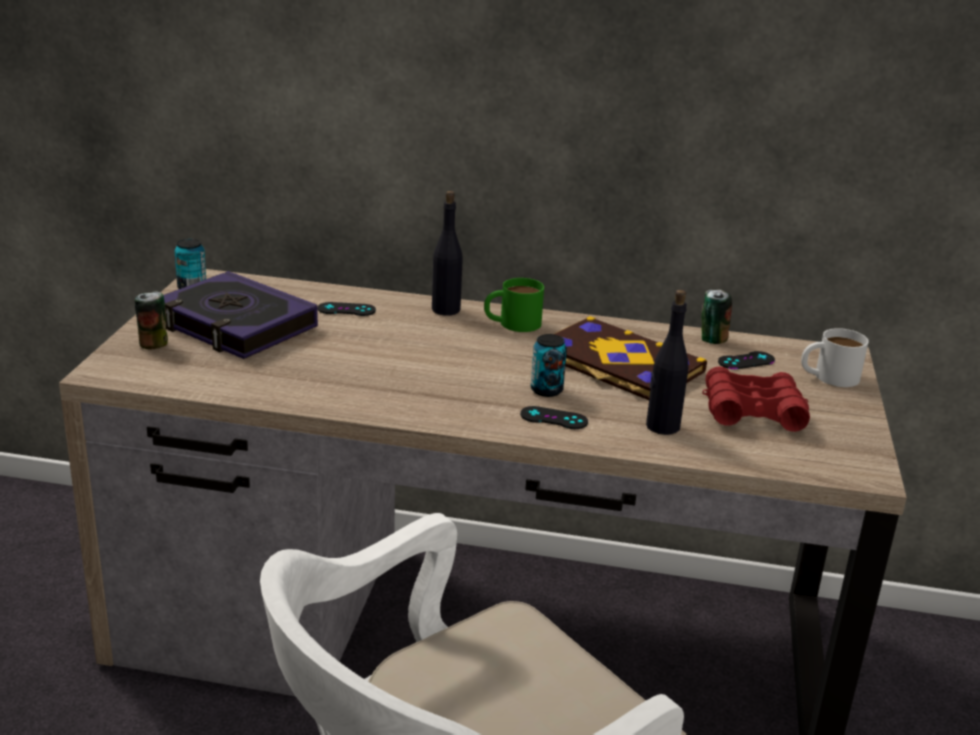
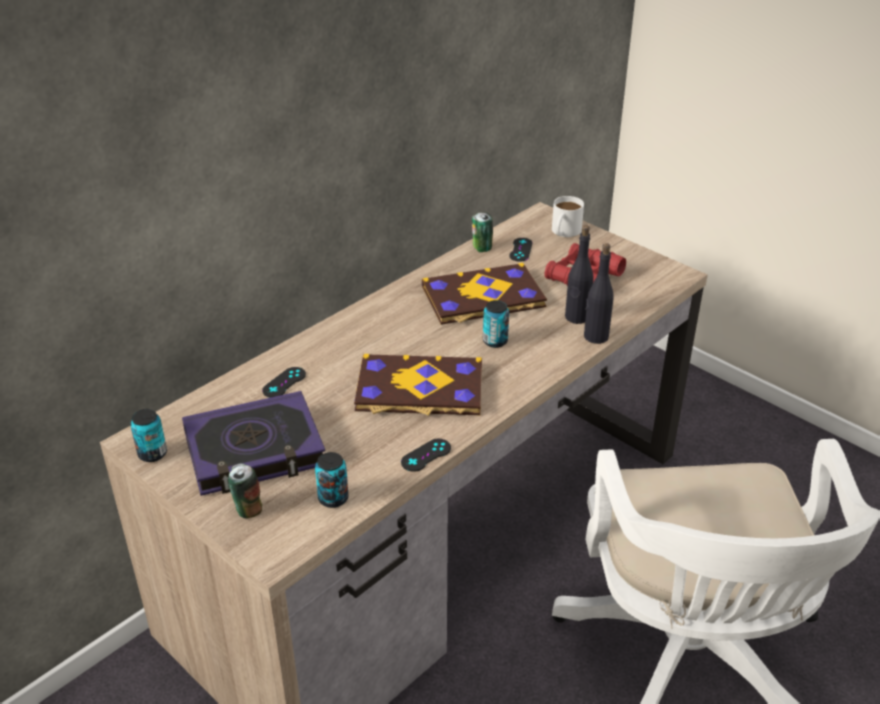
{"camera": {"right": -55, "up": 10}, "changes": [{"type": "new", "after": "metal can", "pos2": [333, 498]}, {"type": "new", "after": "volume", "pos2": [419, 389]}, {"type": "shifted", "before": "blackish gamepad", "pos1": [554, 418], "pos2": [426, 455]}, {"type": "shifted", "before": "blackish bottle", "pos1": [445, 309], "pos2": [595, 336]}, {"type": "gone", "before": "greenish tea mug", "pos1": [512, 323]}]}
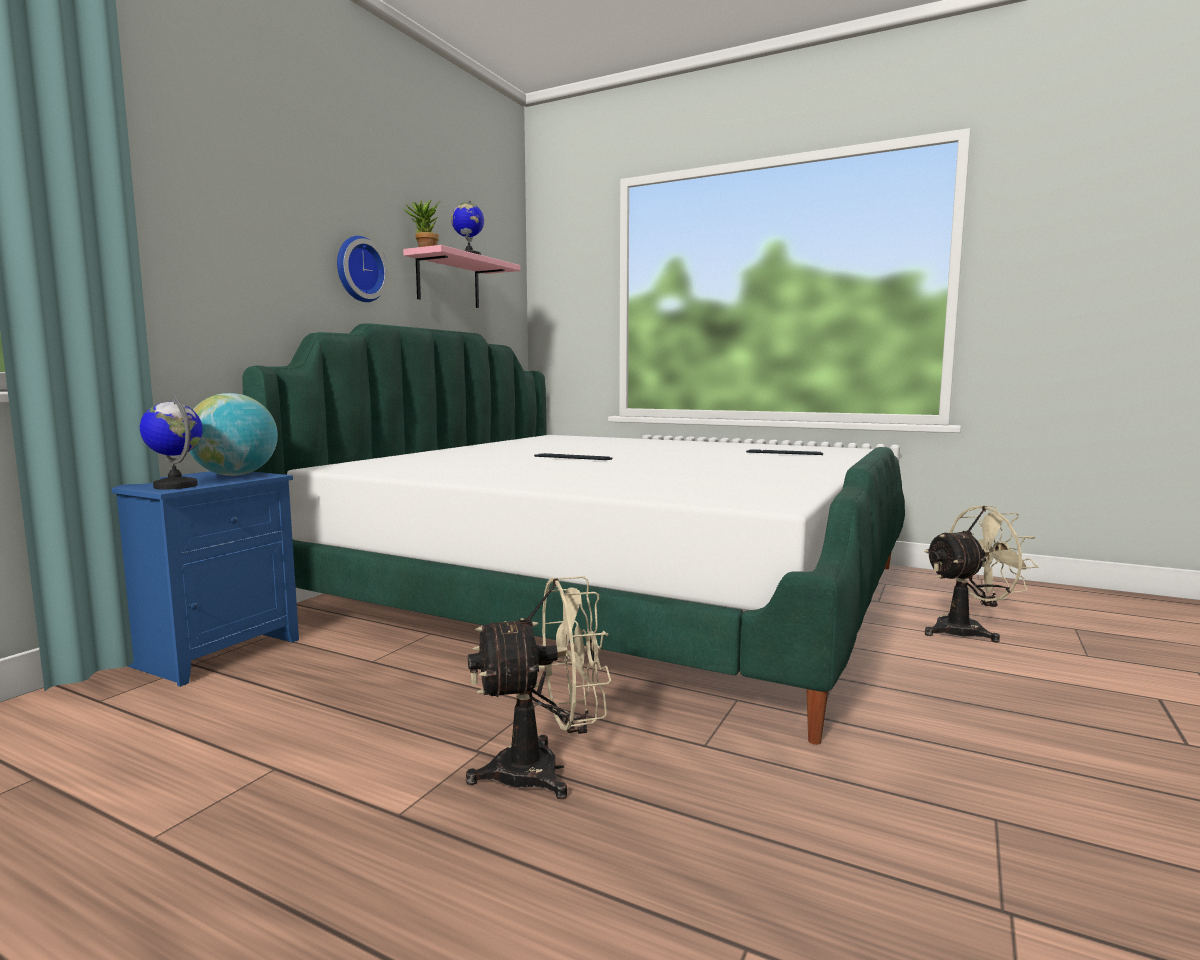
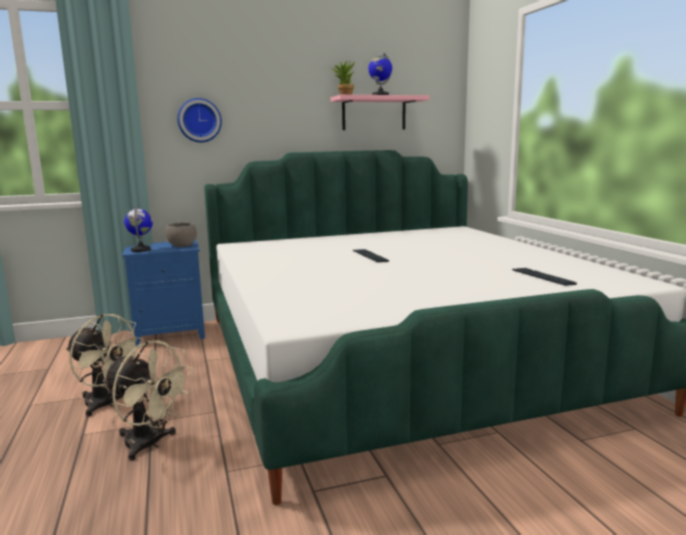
{"camera": {"right": 45, "up": 5}, "changes": [{"type": "shifted", "before": "beige fan", "pos1": [968, 630], "pos2": [107, 404]}, {"type": "swapped", "before": "globe", "after": "grey deep dish", "pos1": [235, 475], "pos2": [181, 245]}, {"type": "shifted", "before": "clock on the wall", "pos1": [358, 269], "pos2": [199, 120]}]}
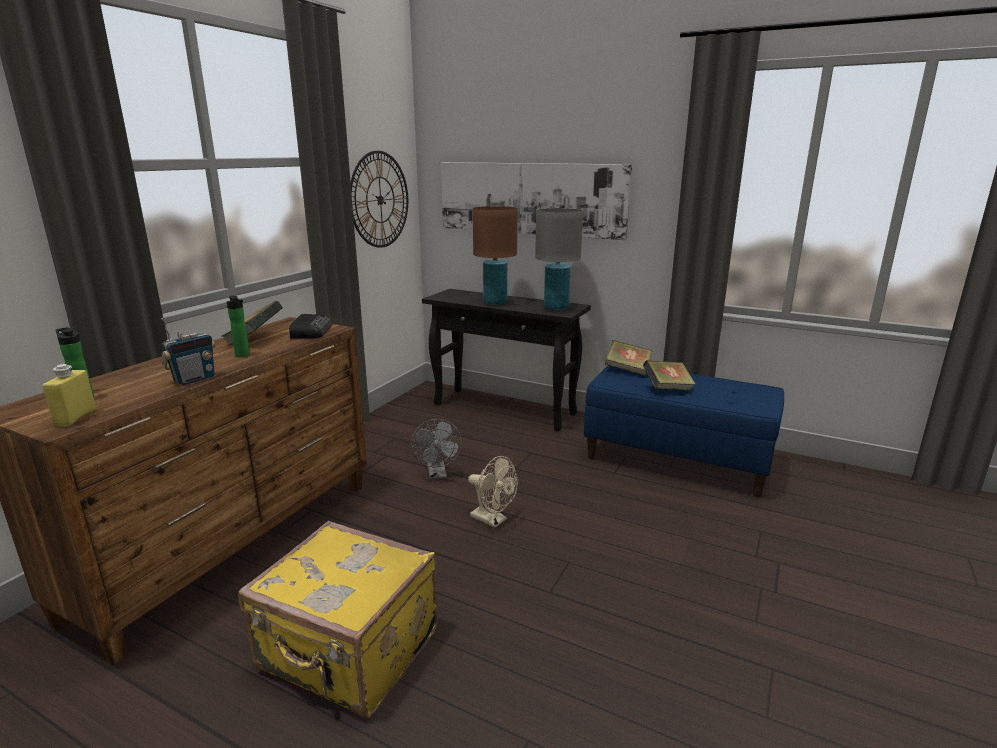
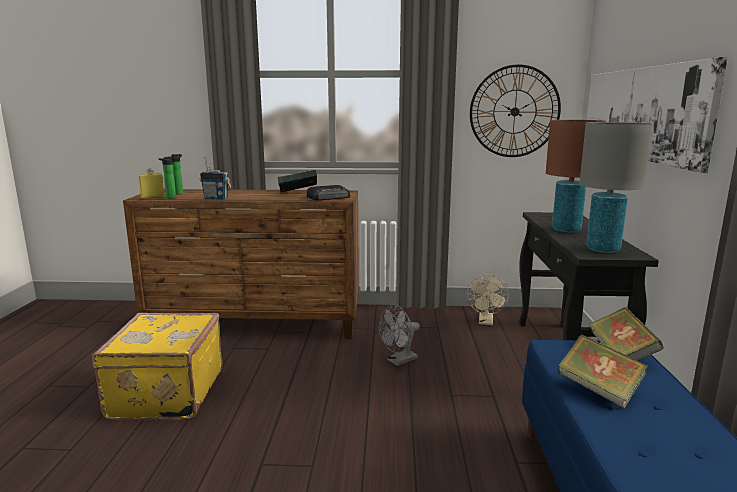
{"camera": {"right": 65, "up": -5}, "changes": [{"type": "shifted", "before": "bottle", "pos1": [243, 355], "pos2": [170, 198]}, {"type": "shifted", "before": "beige fan", "pos1": [493, 520], "pos2": [486, 322]}]}
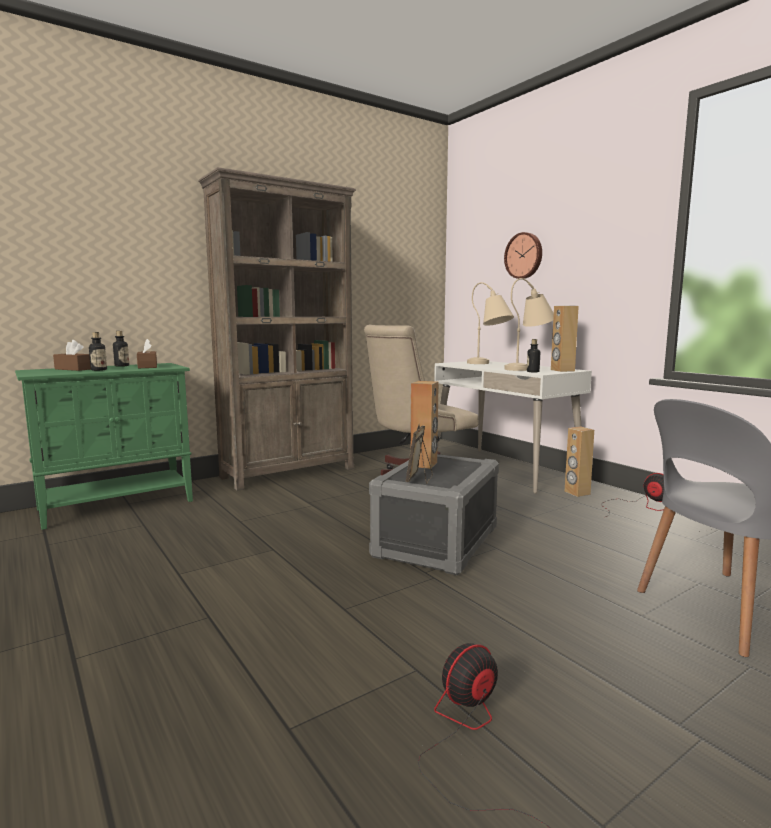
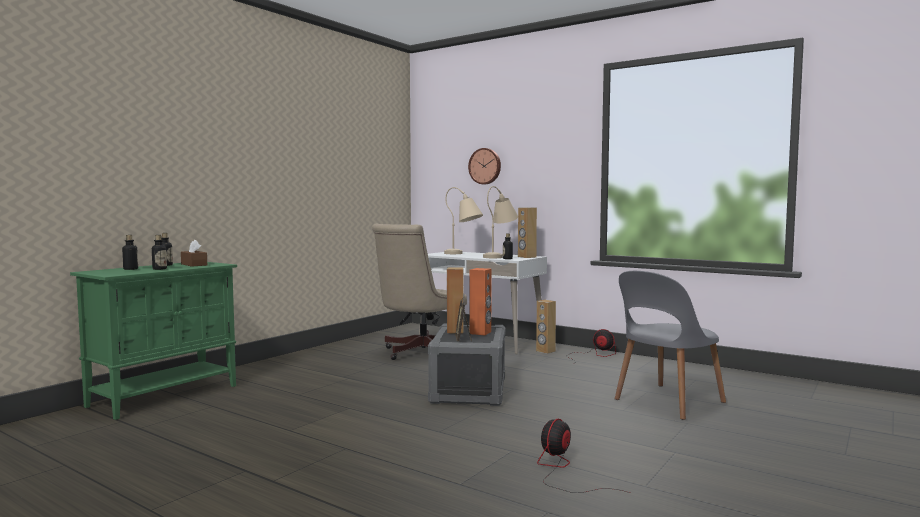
{"camera": {"right": -20, "up": -5}, "changes": [{"type": "swapped", "before": "brownish tissue box", "after": "bottle", "pos1": [74, 369], "pos2": [130, 269]}, {"type": "new", "after": "orange audio speaker", "pos2": [480, 333]}, {"type": "gone", "before": "brownish shelving unit", "pos1": [289, 473]}]}
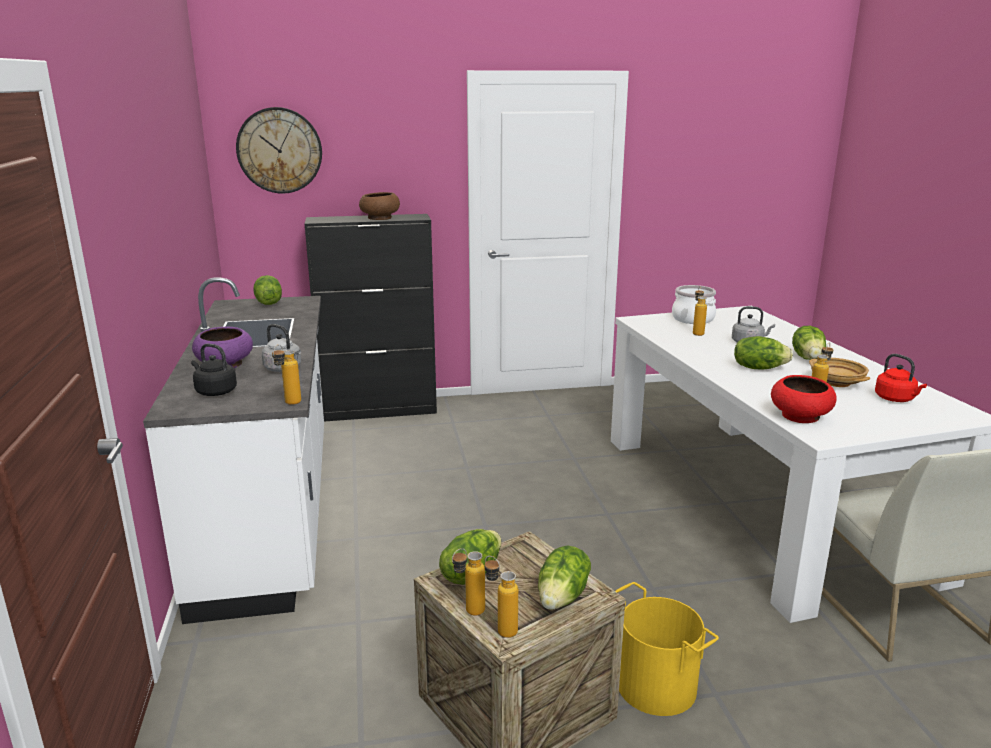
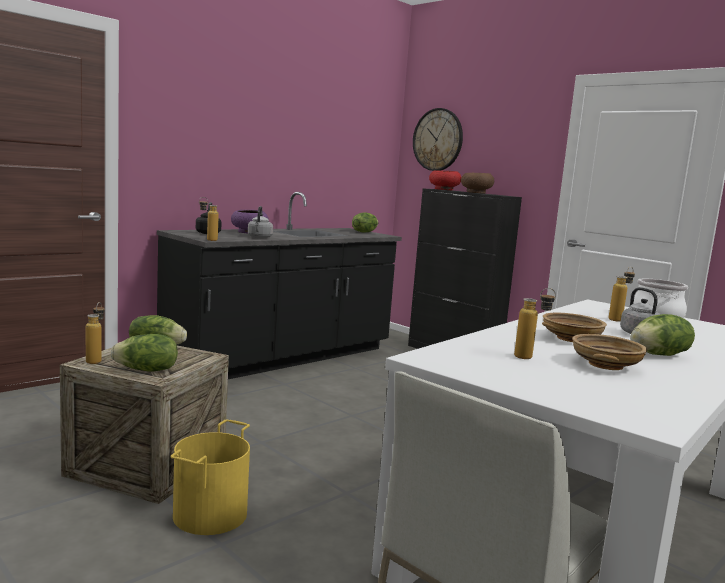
{"camera": {"right": 55, "up": -10}, "changes": [{"type": "repainted", "before": "white kitchen base unit", "after": "blackish kitchen base unit", "pos1": [271, 513], "pos2": [283, 359]}, {"type": "shifted", "before": "reddish deep dish", "pos1": [800, 416], "pos2": [444, 189]}, {"type": "swapped", "before": "lettuce head", "after": "beige deep dish", "pos1": [759, 368], "pos2": [571, 338]}, {"type": "gone", "before": "bottle", "pos1": [468, 613]}, {"type": "gone", "before": "reddish kettle", "pos1": [896, 399]}]}
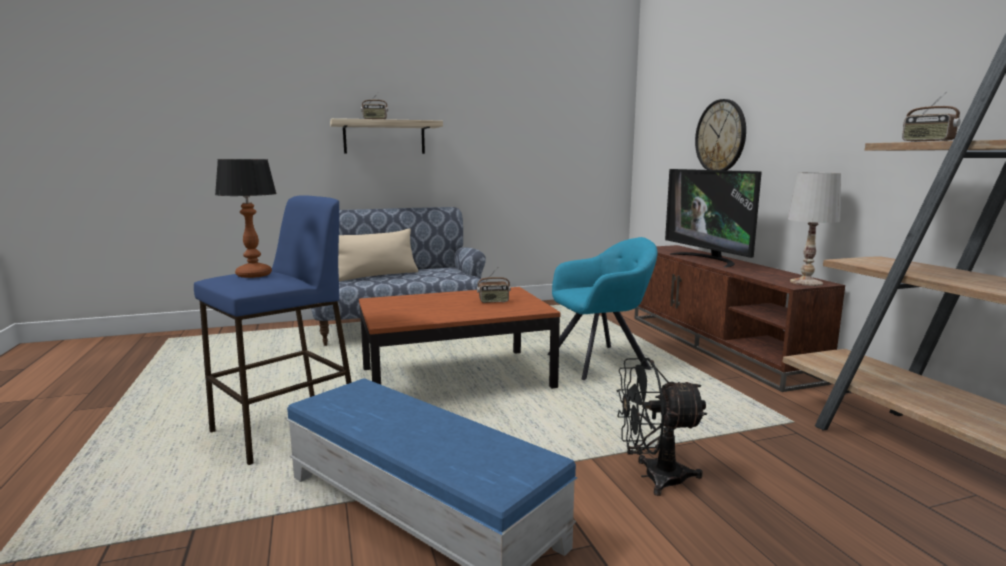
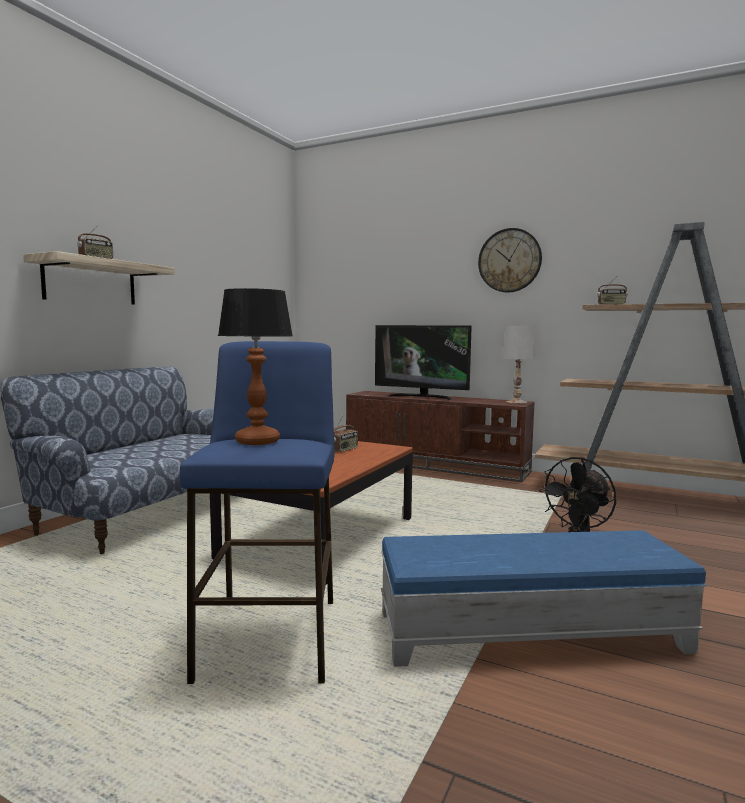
{"camera": {"right": -45, "up": -5}, "changes": [{"type": "shifted", "before": "clock on the wall", "pos1": [720, 136], "pos2": [509, 260]}, {"type": "gone", "before": "beige throw pillow", "pos1": [376, 276]}, {"type": "gone", "before": "blue-green lounge chair", "pos1": [601, 361]}]}
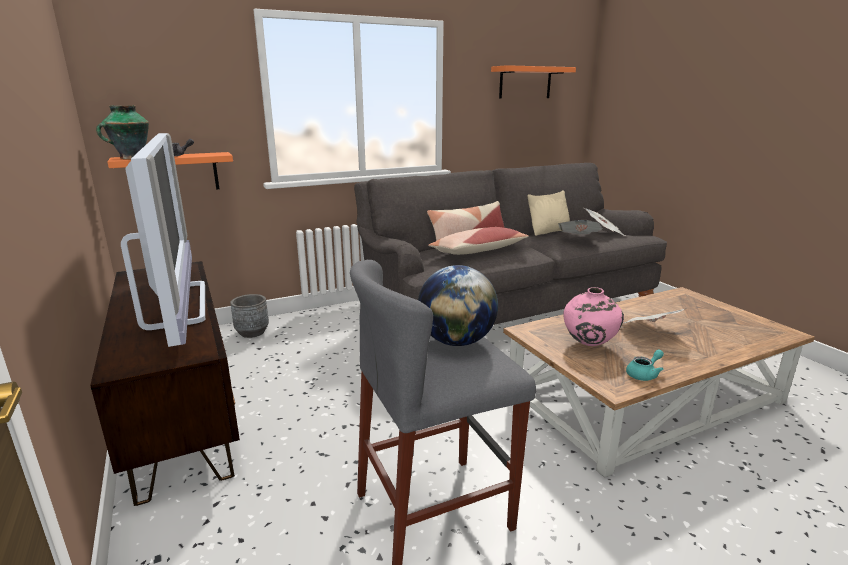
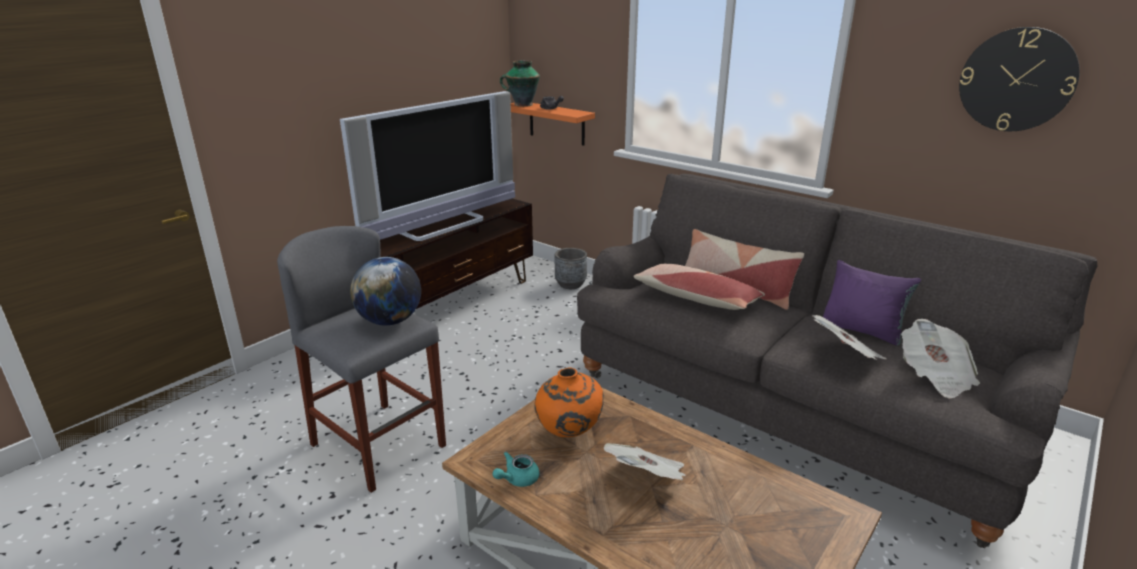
{"camera": {"right": 65, "up": 5}, "changes": [{"type": "rotated", "before": "blue-green tea pot", "pos1": [644, 374], "pos2": [517, 479], "turn": 105}, {"type": "repainted", "before": "pink decorative vase", "after": "orange decorative vase", "pos1": [589, 345], "pos2": [568, 434]}, {"type": "repainted", "before": "beige throw pillow", "after": "purple-coloured throw pillow", "pos1": [548, 232], "pos2": [862, 330]}, {"type": "swapped", "before": "orange shelf", "after": "clock on the wall", "pos1": [525, 83], "pos2": [1016, 80]}]}
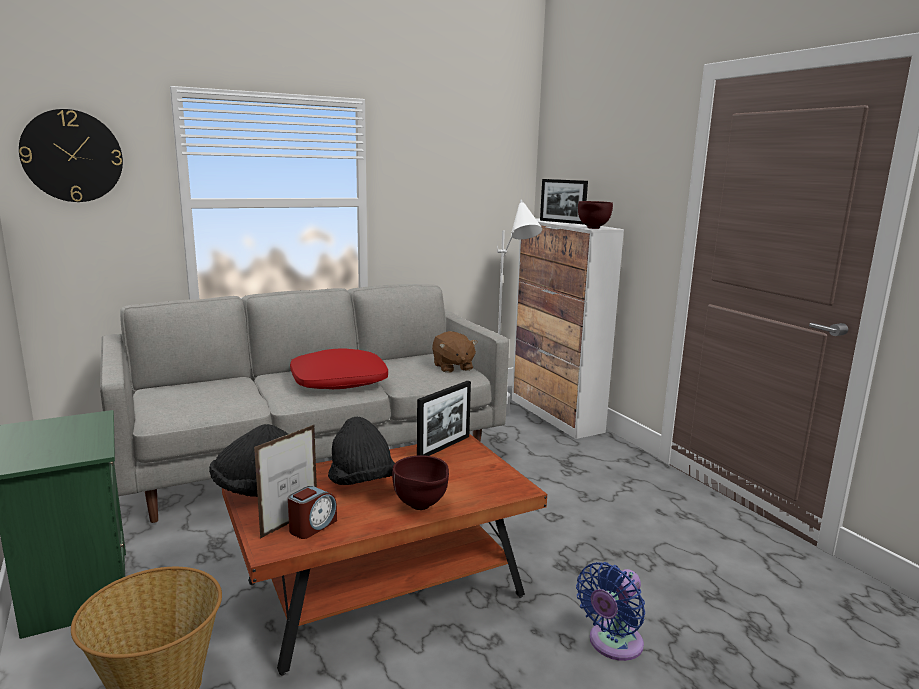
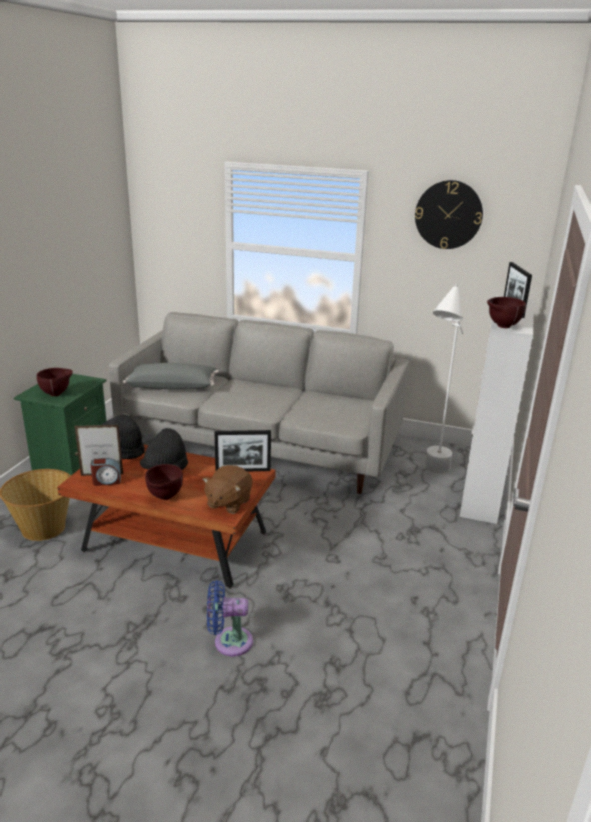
{"camera": {"right": 45, "up": 10}, "changes": [{"type": "new", "after": "brownish deep dish", "pos2": [57, 394]}, {"type": "new", "after": "grey throw pillow", "pos2": [172, 386]}, {"type": "shifted", "before": "brownish cuddly toy", "pos1": [452, 367], "pos2": [228, 502]}, {"type": "shifted", "before": "clock on the wall", "pos1": [72, 156], "pos2": [448, 215]}, {"type": "gone", "before": "reddish throw pillow", "pos1": [339, 381]}]}
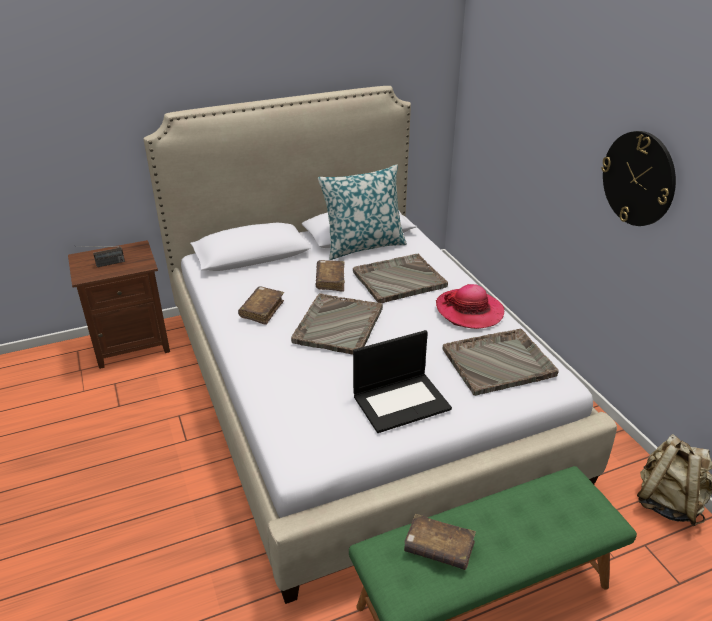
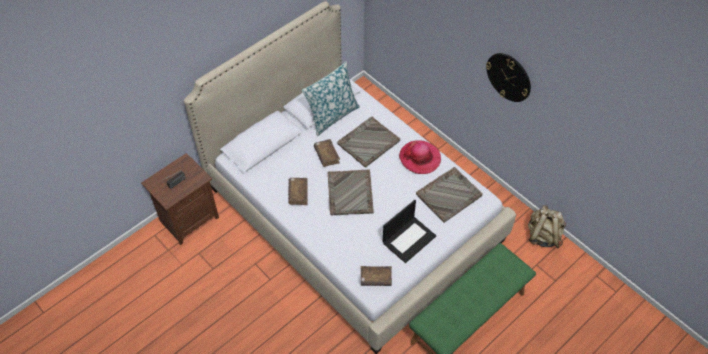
{"camera": {"right": -20, "up": 20}, "changes": [{"type": "shifted", "before": "brownish volume", "pos1": [438, 548], "pos2": [376, 278]}]}
